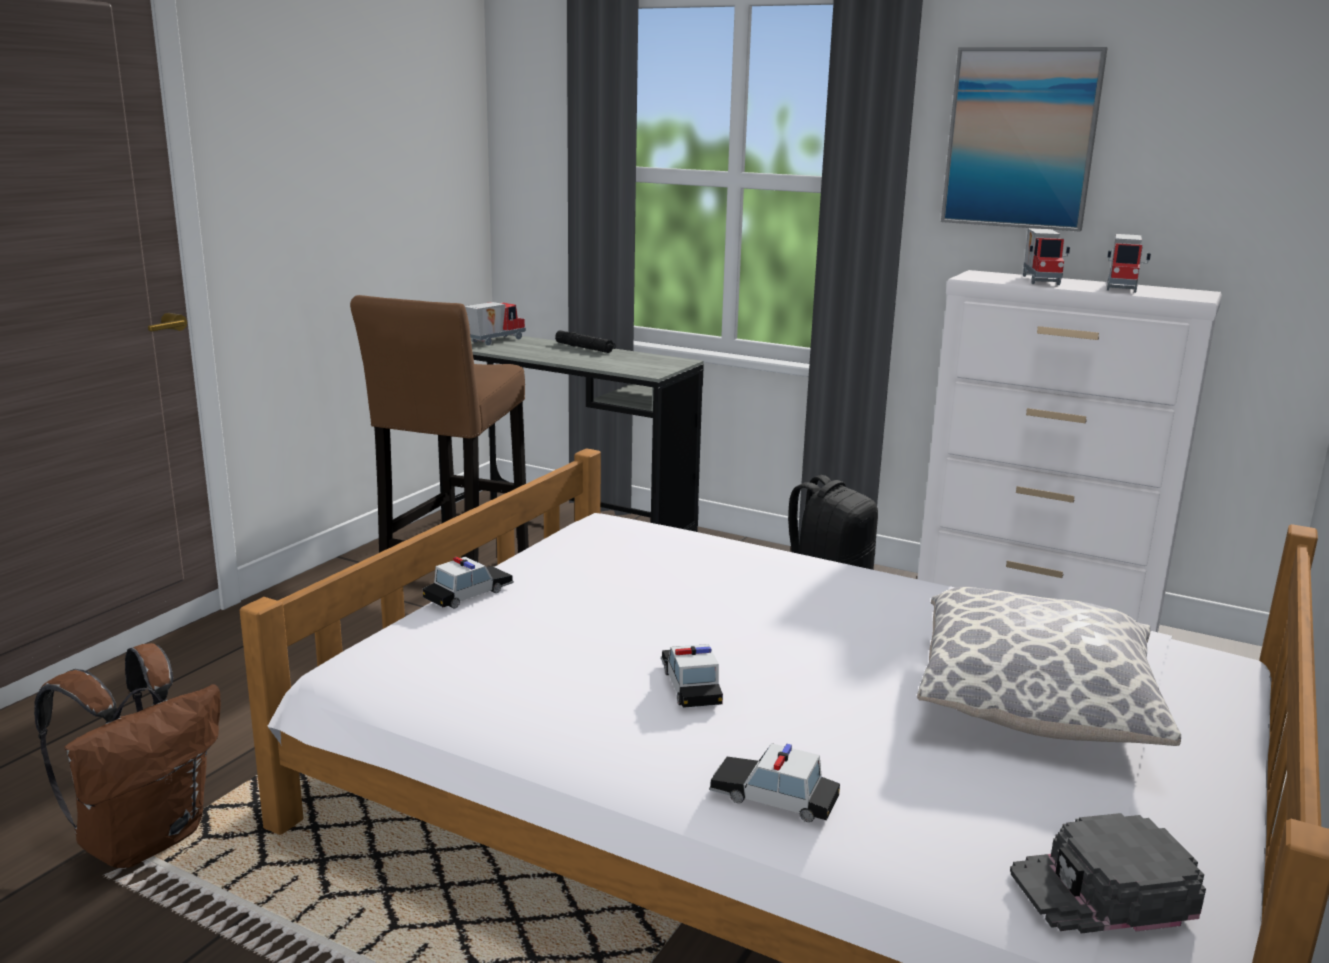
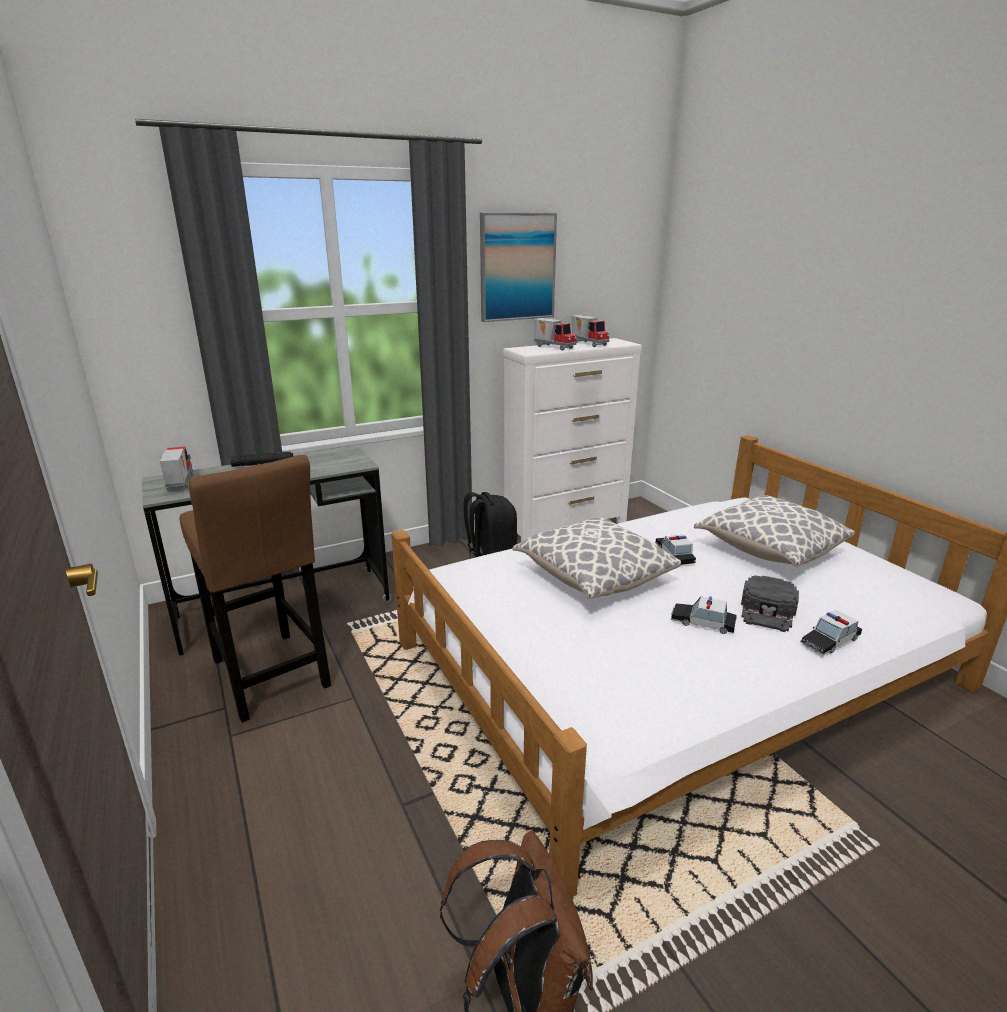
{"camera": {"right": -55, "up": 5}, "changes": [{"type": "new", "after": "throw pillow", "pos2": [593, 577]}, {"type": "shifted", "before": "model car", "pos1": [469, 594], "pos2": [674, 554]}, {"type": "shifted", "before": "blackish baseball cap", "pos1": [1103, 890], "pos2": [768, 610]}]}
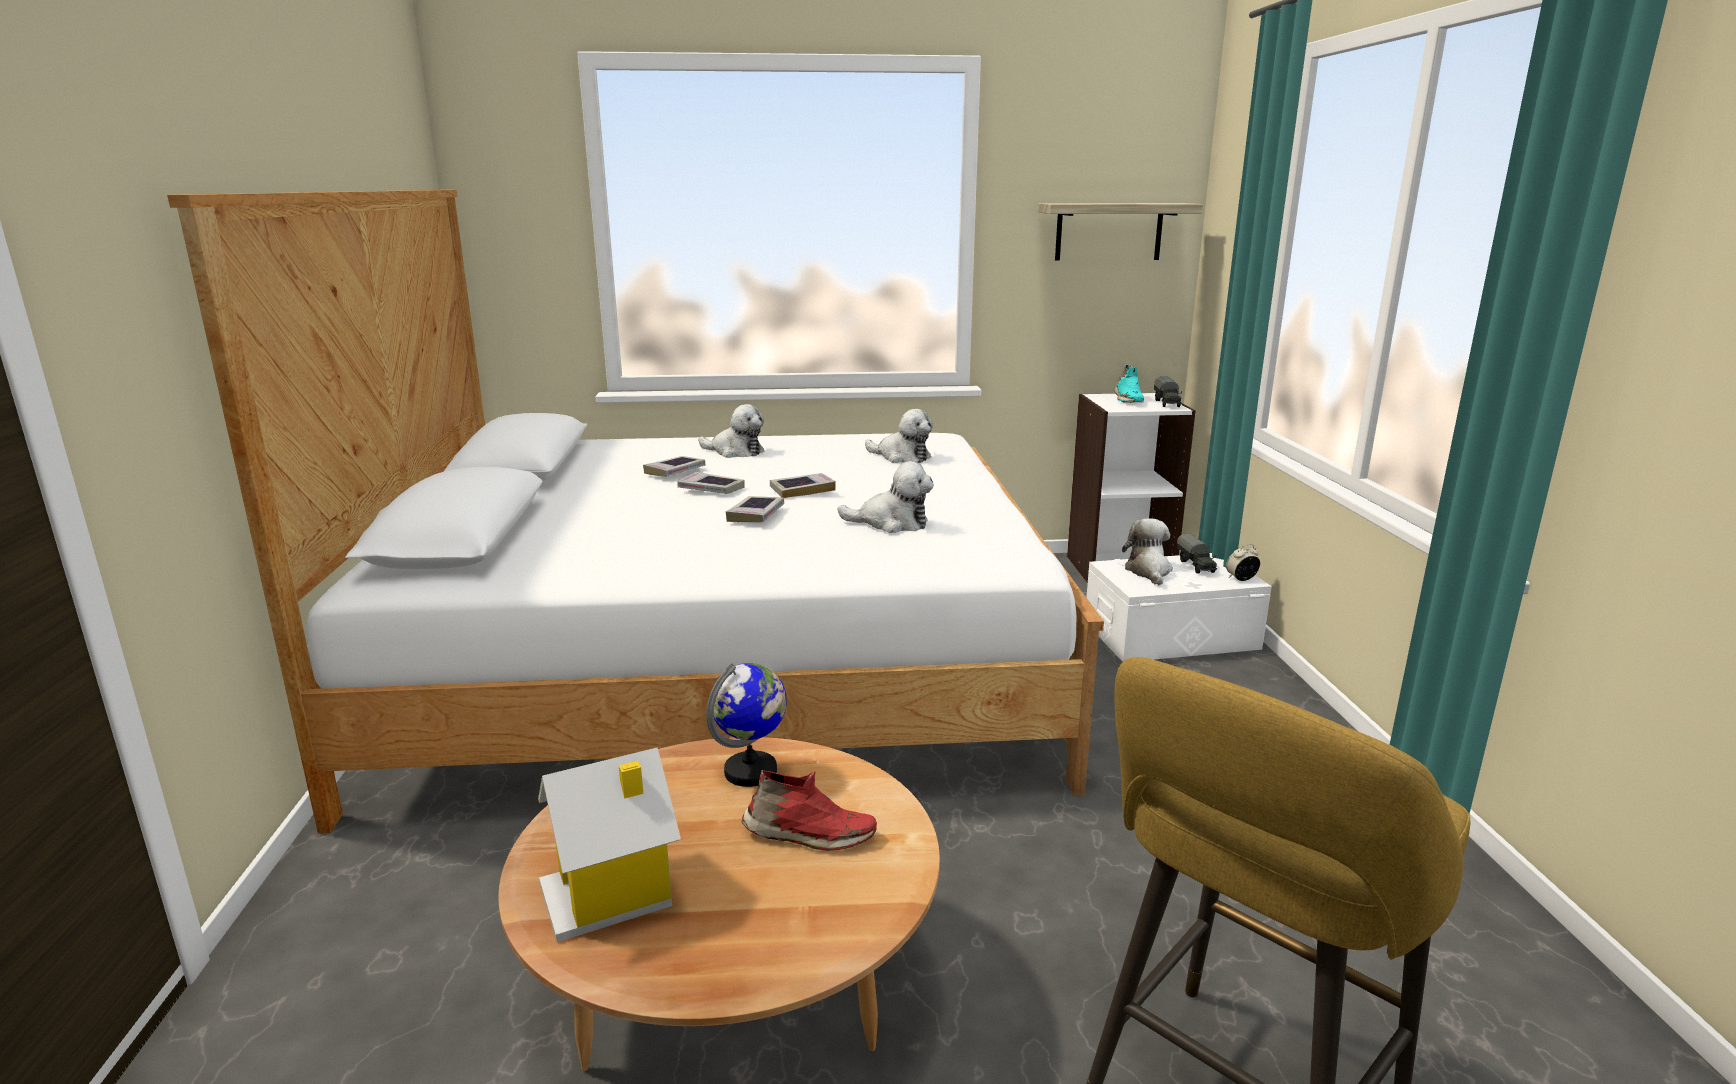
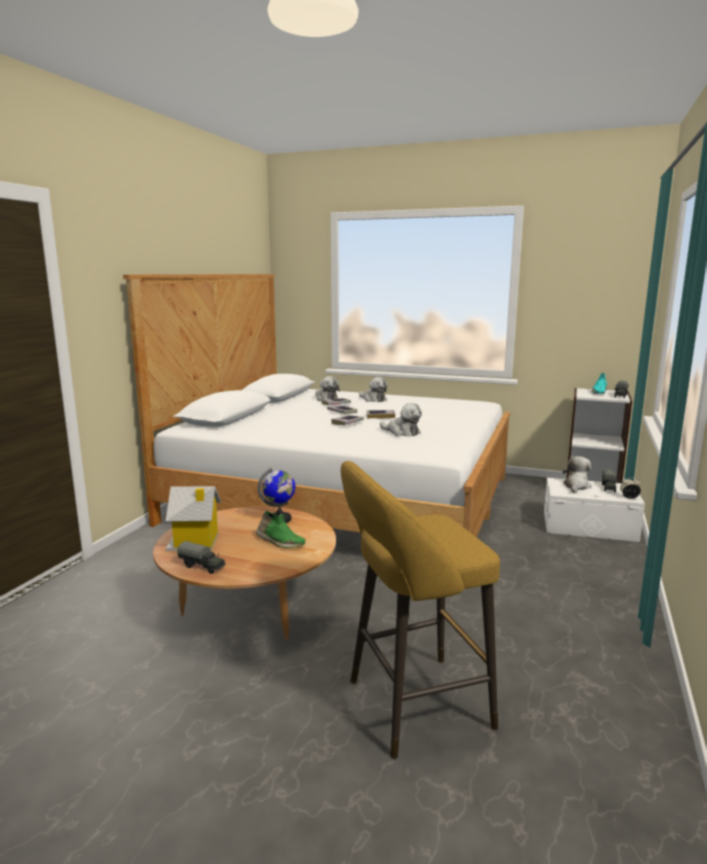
{"camera": {"right": 25, "up": -5}, "changes": [{"type": "new", "after": "toy lorry", "pos2": [202, 566]}, {"type": "repainted", "before": "reddish shoe", "after": "greenish shoe", "pos1": [809, 835], "pos2": [279, 542]}, {"type": "shifted", "before": "cuddly toy", "pos1": [901, 457], "pos2": [326, 399]}, {"type": "gone", "before": "shelf", "pos1": [1108, 231]}]}
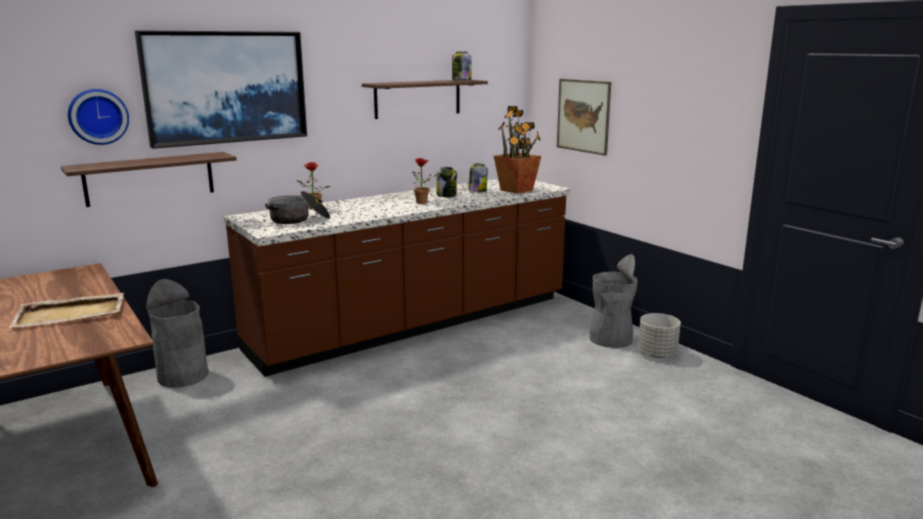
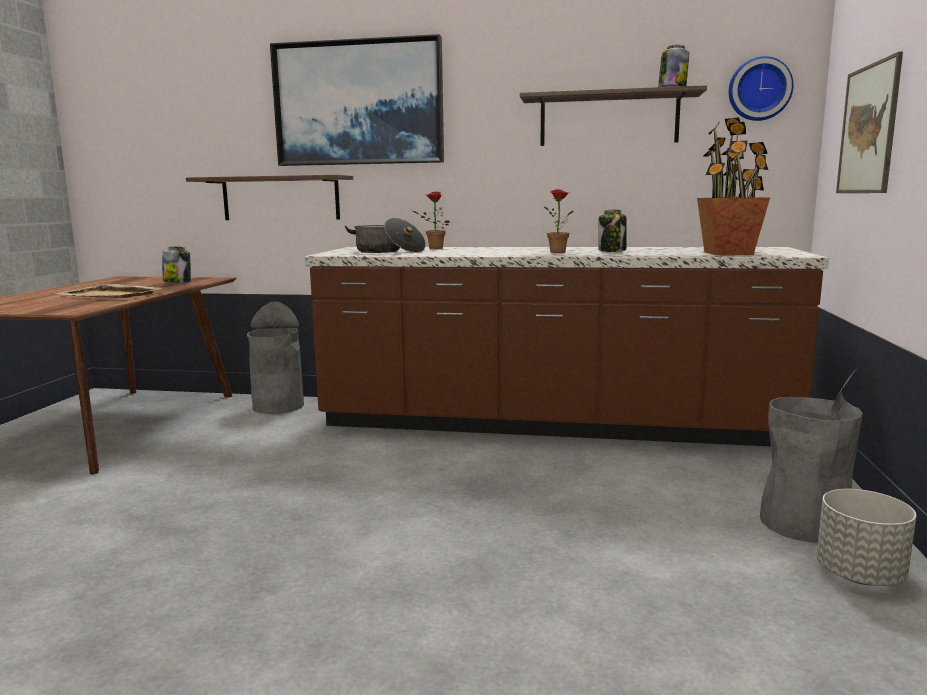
{"camera": {"right": 45, "up": -5}, "changes": [{"type": "shifted", "before": "jar", "pos1": [477, 191], "pos2": [177, 282]}, {"type": "shifted", "before": "clock on the wall", "pos1": [98, 116], "pos2": [759, 89]}]}
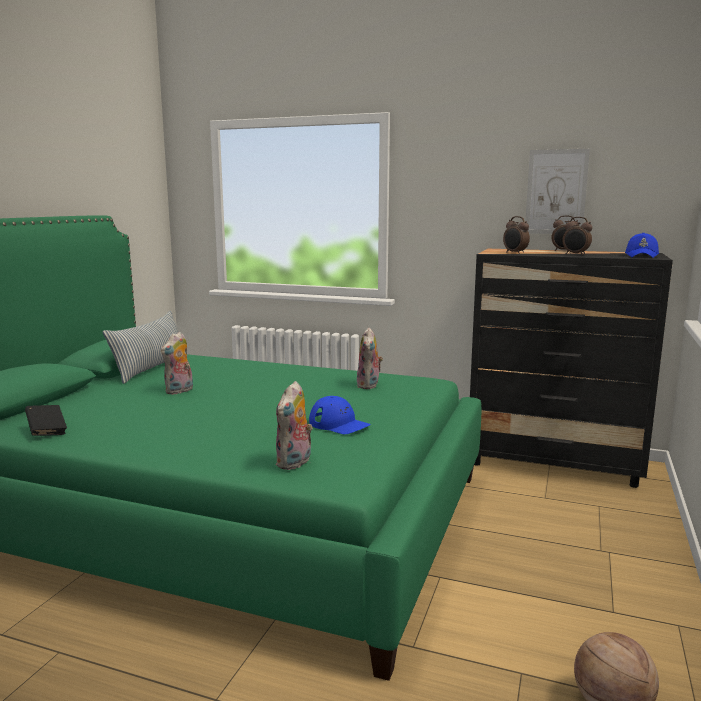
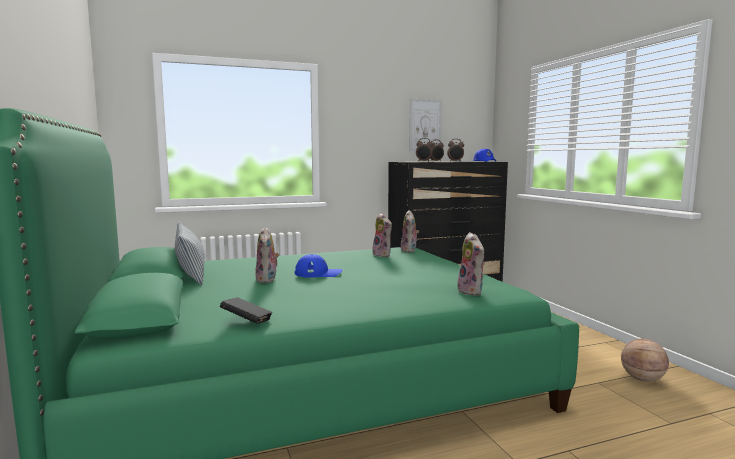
{"camera": {"right": -40, "up": -5}, "changes": [{"type": "shifted", "before": "bluish baseball cap", "pos1": [339, 424], "pos2": [318, 273]}, {"type": "new", "after": "cuddly toy", "pos2": [409, 250]}]}
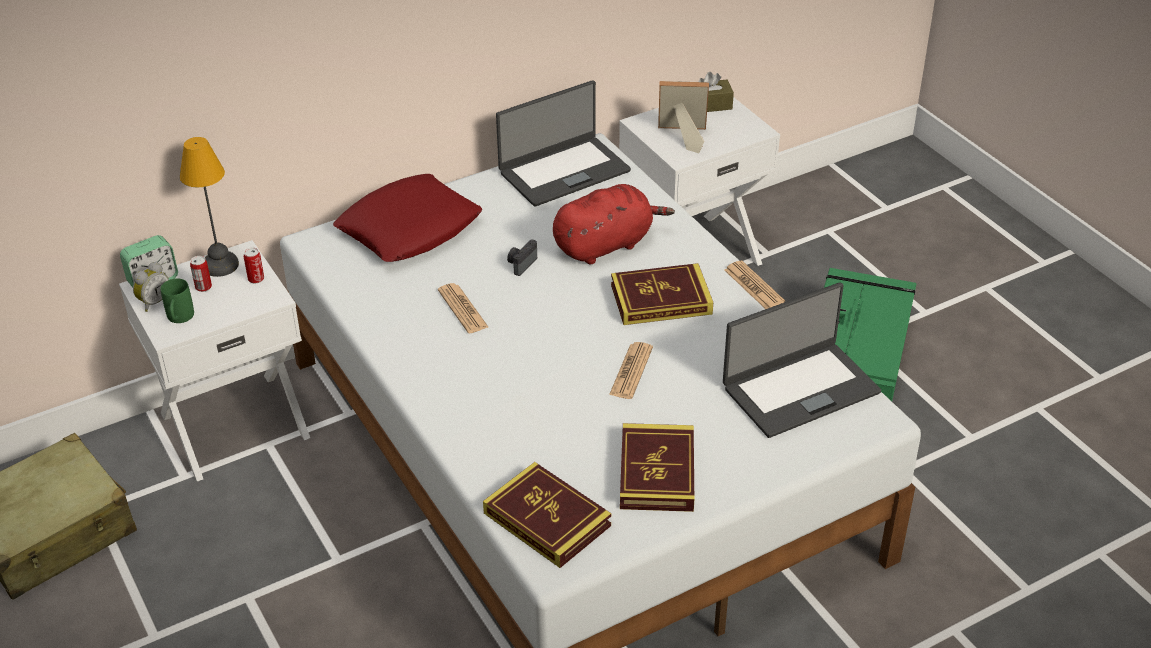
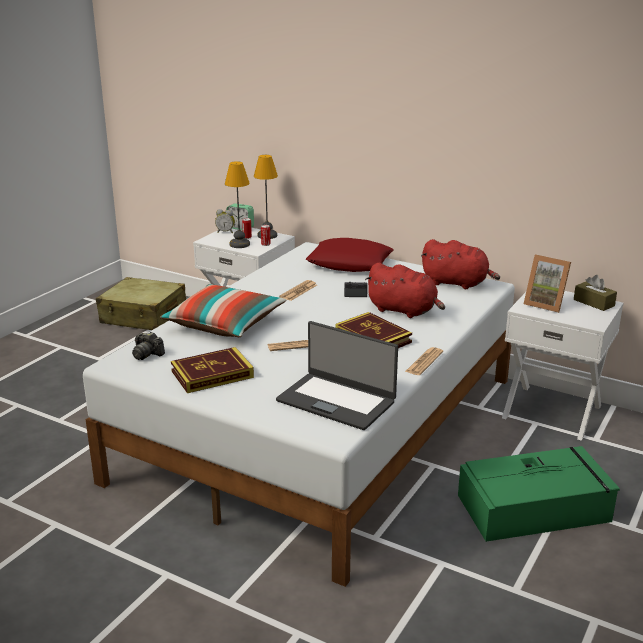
{"camera": {"right": 60, "up": -15}, "changes": [{"type": "swapped", "before": "volume", "after": "photo camera", "pos1": [547, 519], "pos2": [147, 354]}, {"type": "new", "after": "throw pillow", "pos2": [224, 324]}, {"type": "new", "after": "tabletop lamp", "pos2": [239, 244]}, {"type": "swapped", "before": "notebook computer", "after": "reddish cuddly toy", "pos1": [563, 171], "pos2": [457, 283]}, {"type": "rotated", "before": "photo frame", "pos1": [682, 137], "pos2": [545, 304], "turn": 150}, {"type": "gone", "before": "greenish tea mug", "pos1": [179, 319]}]}
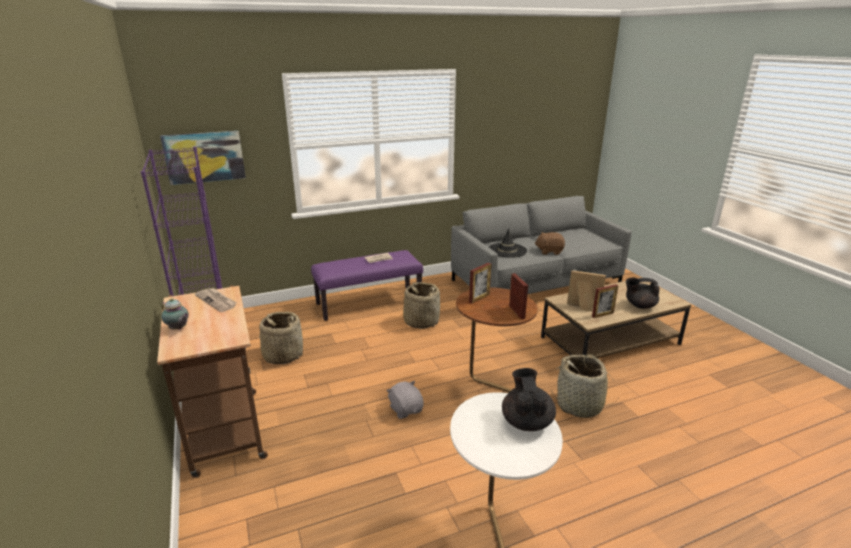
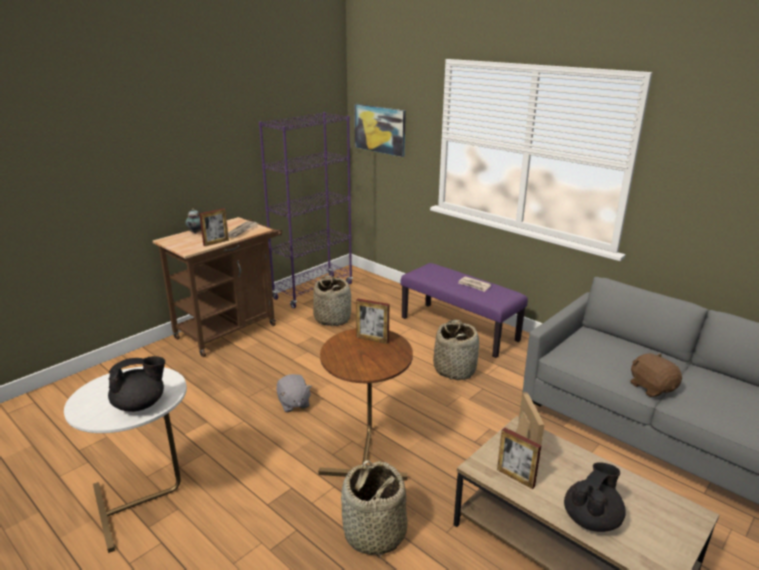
{"camera": {"right": 65, "up": 0}, "changes": [{"type": "shifted", "before": "photo frame", "pos1": [516, 312], "pos2": [216, 242]}, {"type": "rotated", "before": "grey cuddly toy", "pos1": [406, 409], "pos2": [293, 403], "turn": 120}, {"type": "rotated", "before": "blackish tea pot", "pos1": [639, 305], "pos2": [591, 519], "turn": 60}, {"type": "gone", "before": "blackish hat", "pos1": [507, 250]}]}
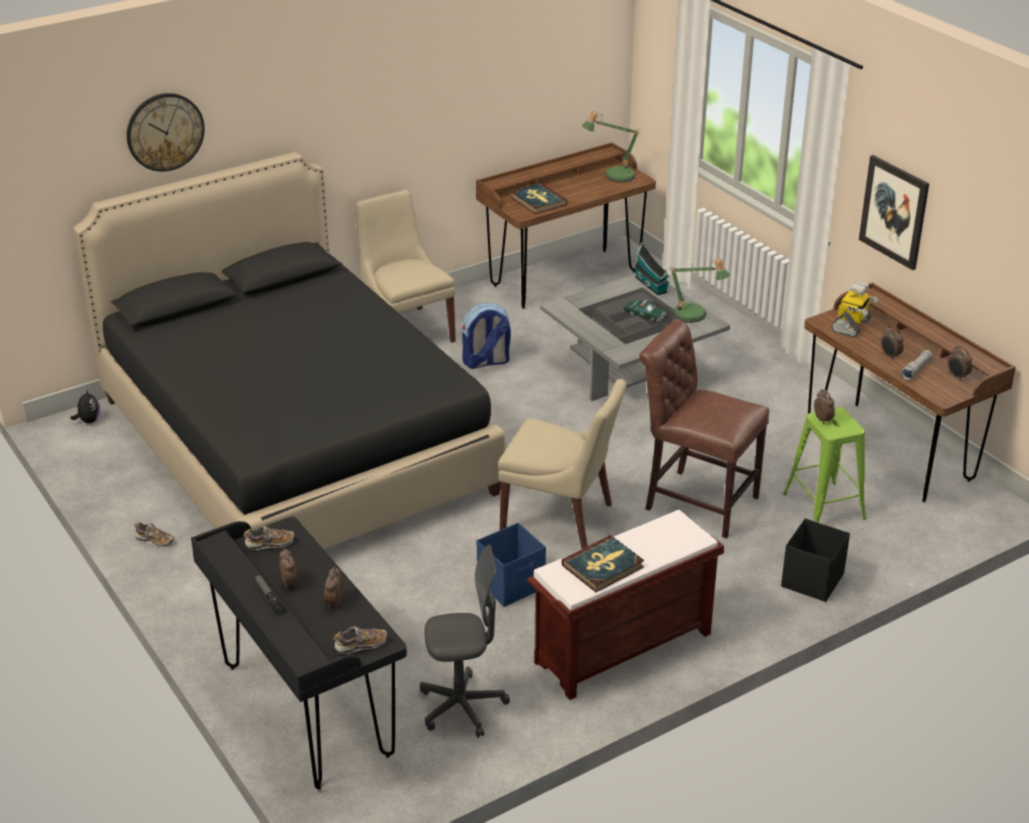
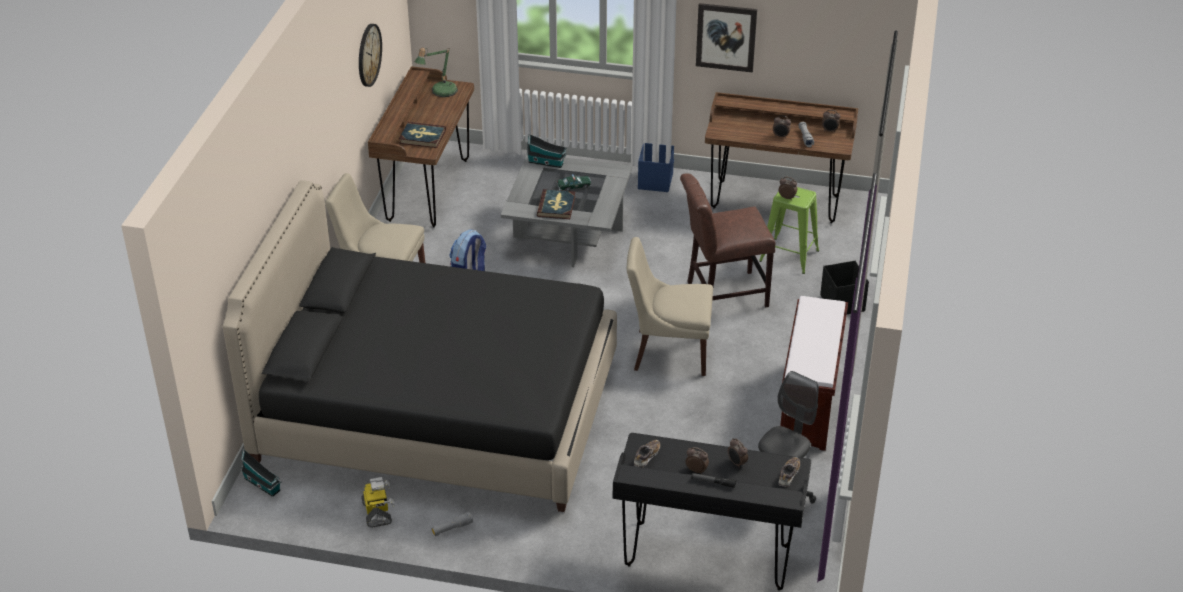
{"camera": {"right": -45, "up": 5}, "changes": [{"type": "swapped", "before": "cuddly toy", "after": "miniature house", "pos1": [89, 421], "pos2": [263, 485]}, {"type": "shifted", "before": "clock on the wall", "pos1": [165, 132], "pos2": [368, 55]}, {"type": "shifted", "before": "toy robot", "pos1": [851, 326], "pos2": [377, 512]}, {"type": "swapped", "before": "shoe", "after": "grey hand torch", "pos1": [155, 540], "pos2": [452, 528]}, {"type": "shifted", "before": "volume", "pos1": [603, 566], "pos2": [556, 206]}, {"type": "rotated", "before": "beige plain chair", "pos1": [560, 518], "pos2": [668, 352], "turn": -150}, {"type": "shifted", "before": "bluish storage container", "pos1": [512, 585], "pos2": [655, 181]}, {"type": "gone", "before": "tabletop lamp", "pos1": [694, 316]}]}
